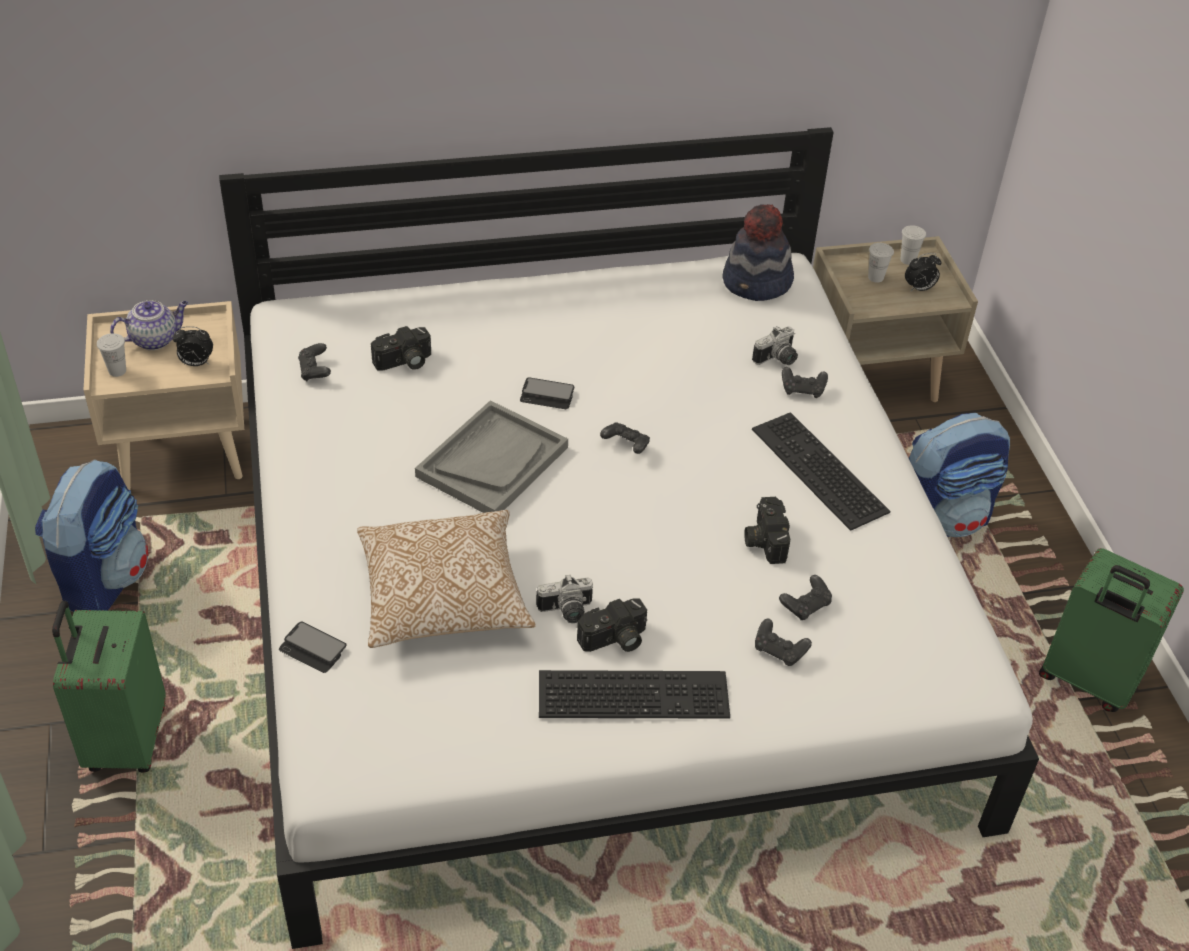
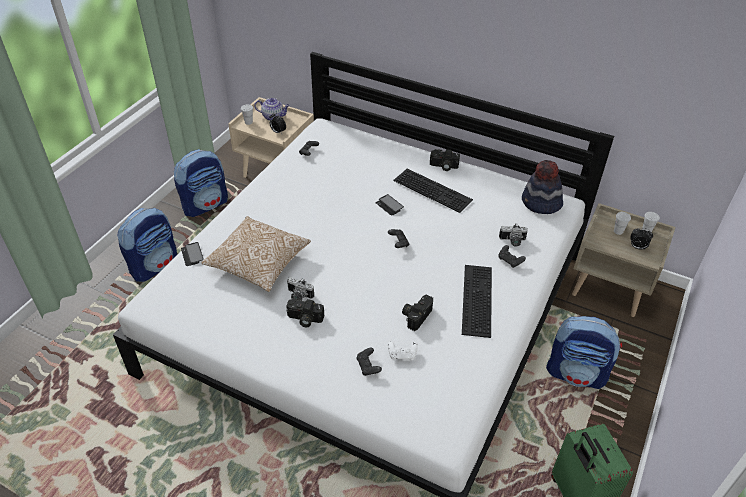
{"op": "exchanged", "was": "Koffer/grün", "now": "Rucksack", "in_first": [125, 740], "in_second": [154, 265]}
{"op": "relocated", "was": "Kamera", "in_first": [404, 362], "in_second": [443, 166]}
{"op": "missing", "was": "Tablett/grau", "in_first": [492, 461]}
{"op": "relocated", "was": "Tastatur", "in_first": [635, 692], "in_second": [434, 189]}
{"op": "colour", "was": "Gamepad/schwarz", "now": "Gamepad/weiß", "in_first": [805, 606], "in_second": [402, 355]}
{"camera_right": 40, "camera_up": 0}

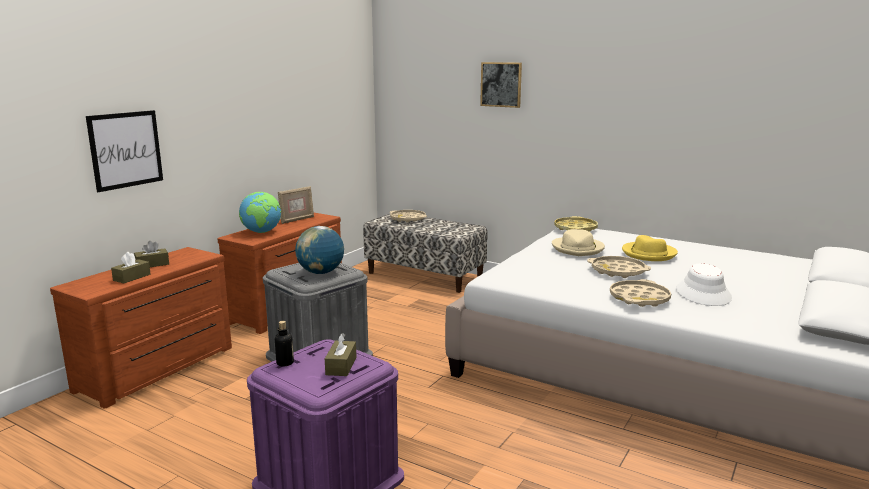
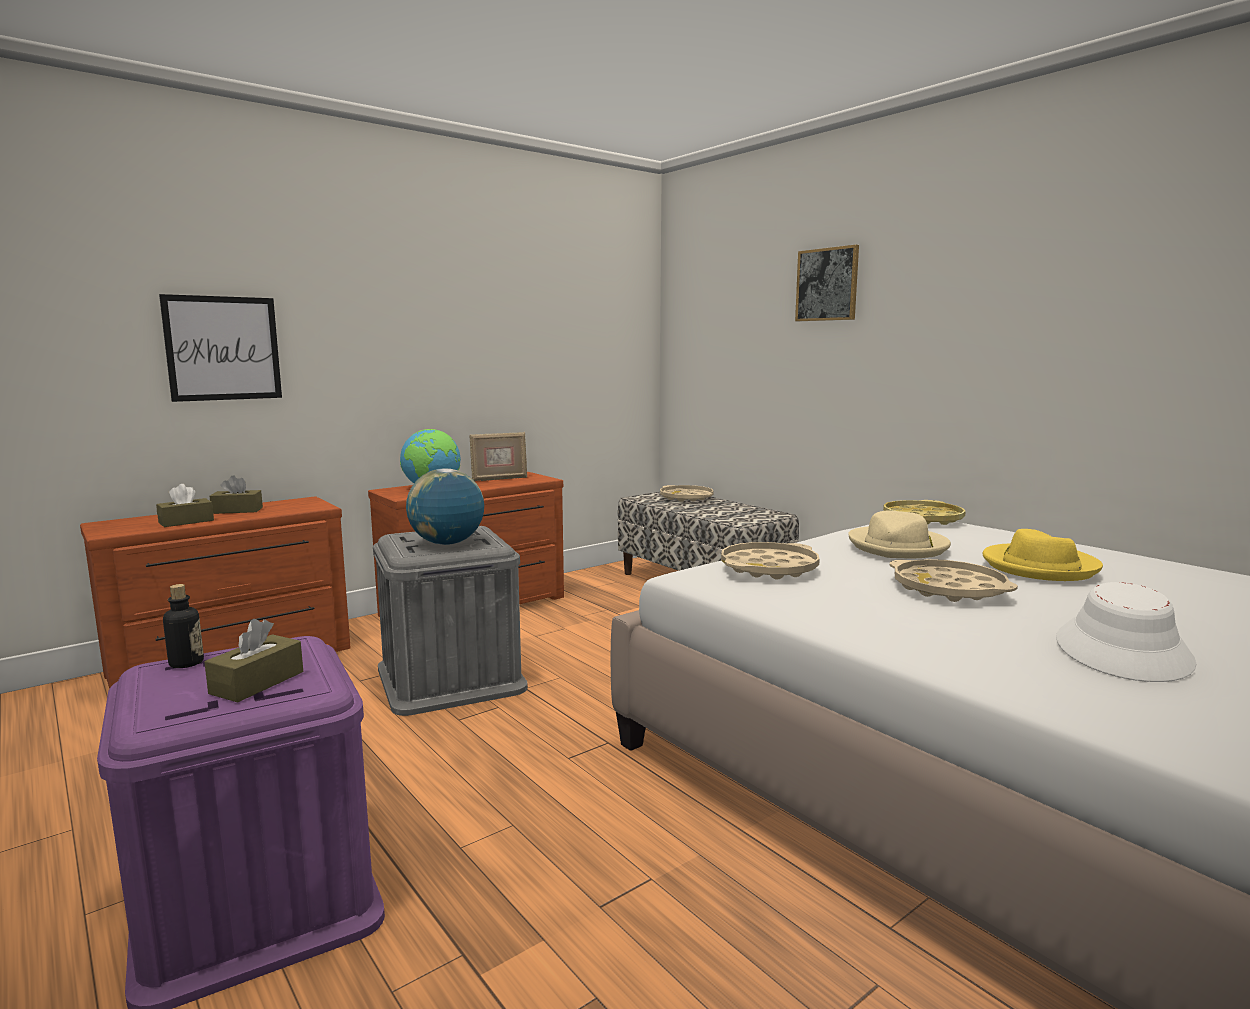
{"op": "relocated", "was": "Tablett/beige", "in_first": [639, 298], "in_second": [769, 568]}
{"camera_right": 20, "camera_up": -5}

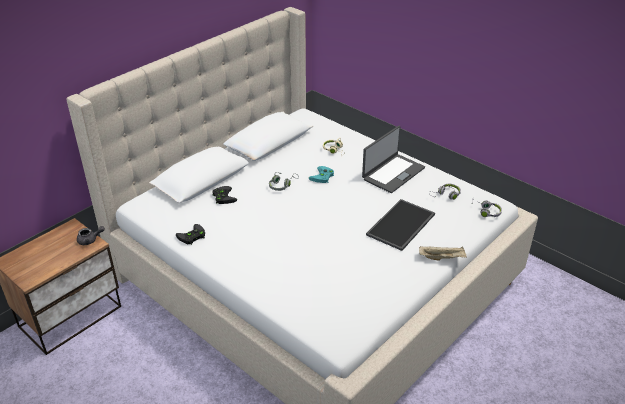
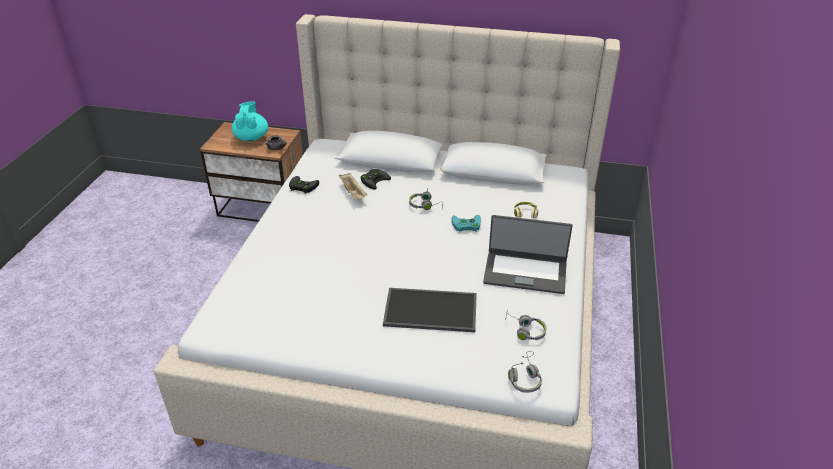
{"op": "relocated", "was": "Tablett/beige", "in_first": [442, 258], "in_second": [353, 193]}
{"op": "appeared", "now": "Teekanne/türkis", "in_second": [251, 137]}
{"camera_right": 60, "camera_up": 0}

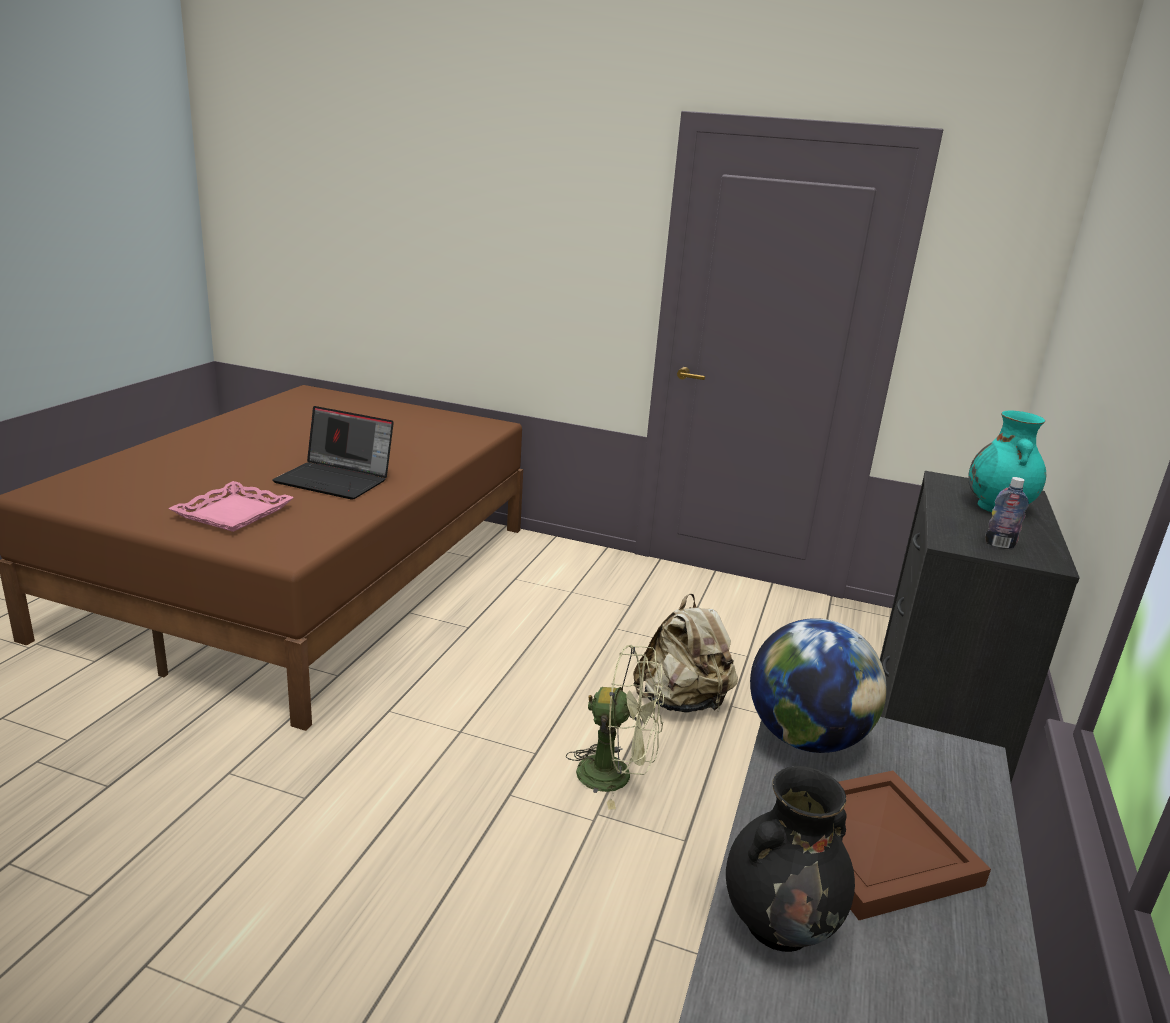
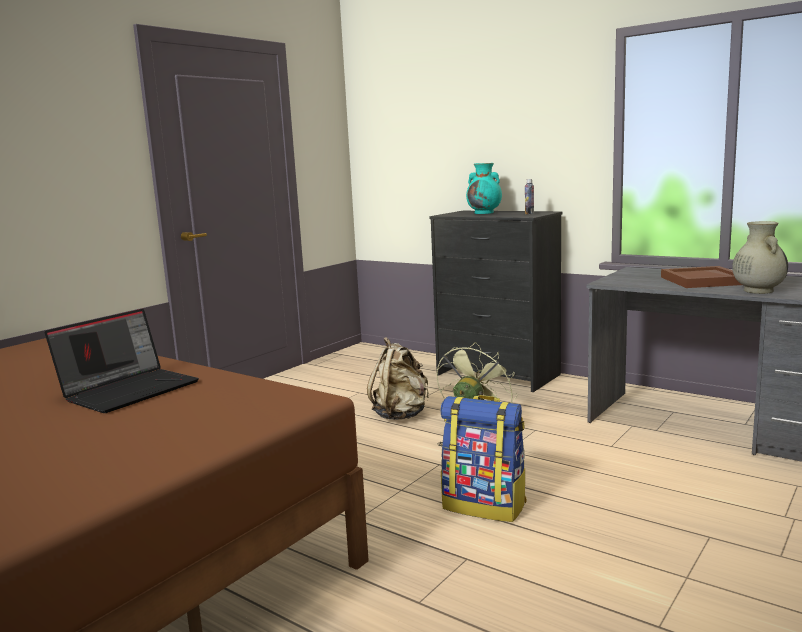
{"op": "missing", "was": "Tablett/rosa", "in_first": [233, 513]}
{"op": "colour", "was": "Vase/schwarz", "now": "Vase/beige", "in_first": [780, 922], "in_second": [757, 290]}
{"op": "missing", "was": "Globus", "in_first": [805, 738]}
{"op": "appeared", "now": "Rucksack", "in_second": [485, 505]}
{"camera_right": -70, "camera_up": -10}

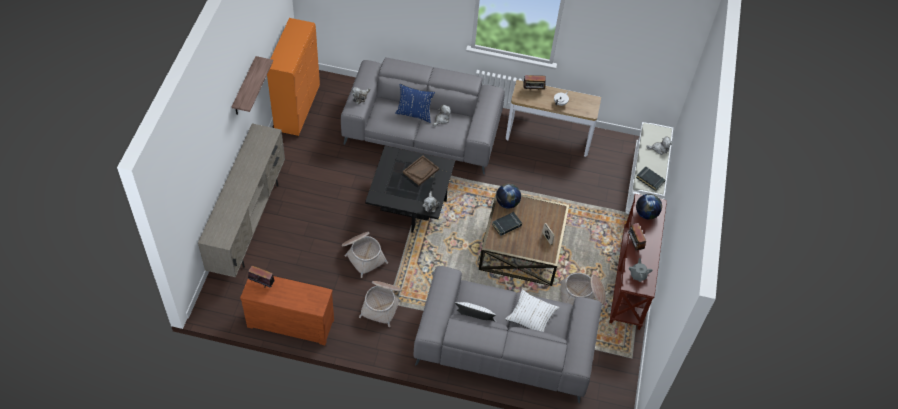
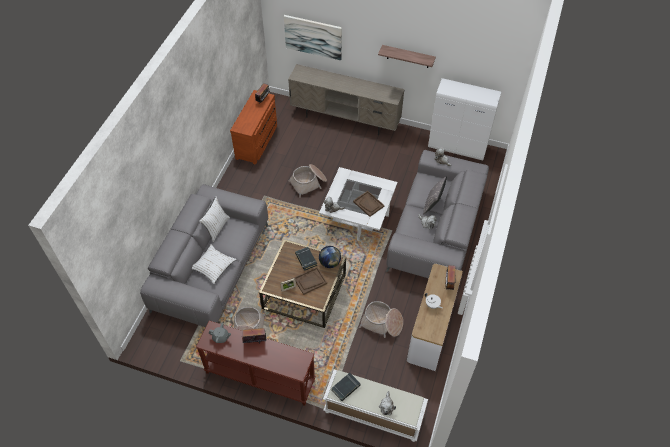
{"op": "colour", "was": "Schrank/orange", "now": "Schrank/weiß", "in_first": [297, 108], "in_second": [457, 147]}
{"op": "relocated", "was": "Korb", "in_first": [382, 304], "in_second": [382, 323]}
{"op": "colour", "was": "Couchtisch/schwarz", "now": "Couchtisch/weiß", "in_first": [410, 202], "in_second": [358, 215]}
{"op": "colour", "was": "Kissen/blau", "now": "Kissen/grau", "in_first": [414, 114], "in_second": [433, 204]}
{"op": "missing", "was": "Globus", "in_first": [646, 214]}
{"op": "appeared", "now": "Bild", "in_second": [313, 37]}
{"op": "appeared", "now": "Tablett/braun", "in_second": [310, 281]}
{"camera_right": 100, "camera_up": 0}

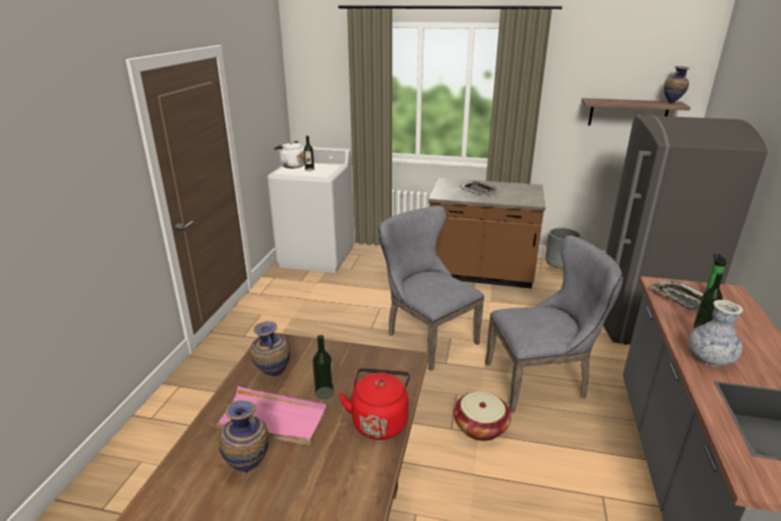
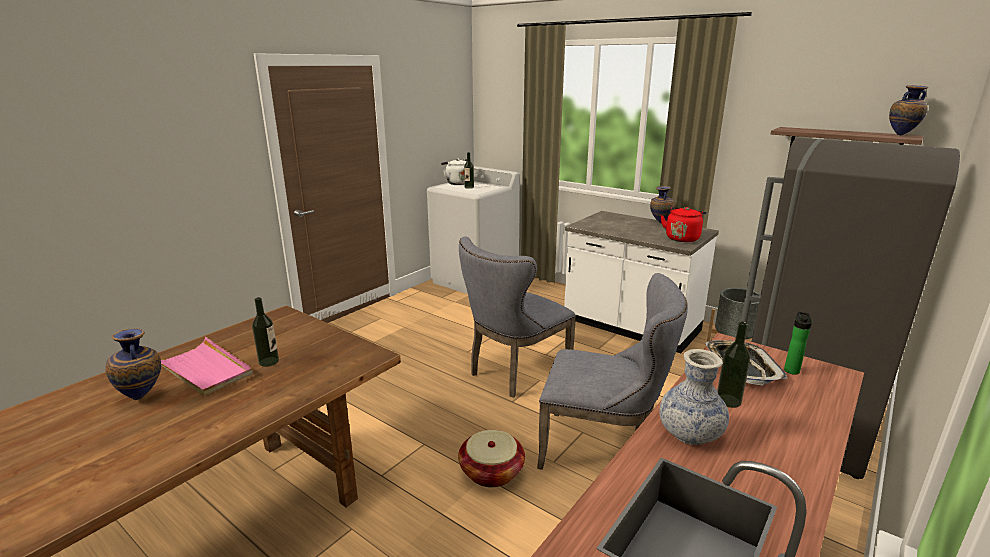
{"op": "relocated", "was": "Vase", "in_first": [273, 376], "in_second": [660, 223]}
{"op": "relocated", "was": "Wasserkessel/rot", "in_first": [379, 421], "in_second": [682, 238]}
{"op": "spun", "was": "Stuhl/grau", "in_first": [426, 337], "in_second": [514, 373], "clockwise": -120}
{"op": "colour", "was": "Küchenzeile/braun", "now": "Küchenzeile/weiß", "in_first": [480, 274], "in_second": [630, 327]}
{"op": "missing", "was": "Tablett", "in_first": [479, 191]}
{"camera_right": 25, "camera_up": -5}

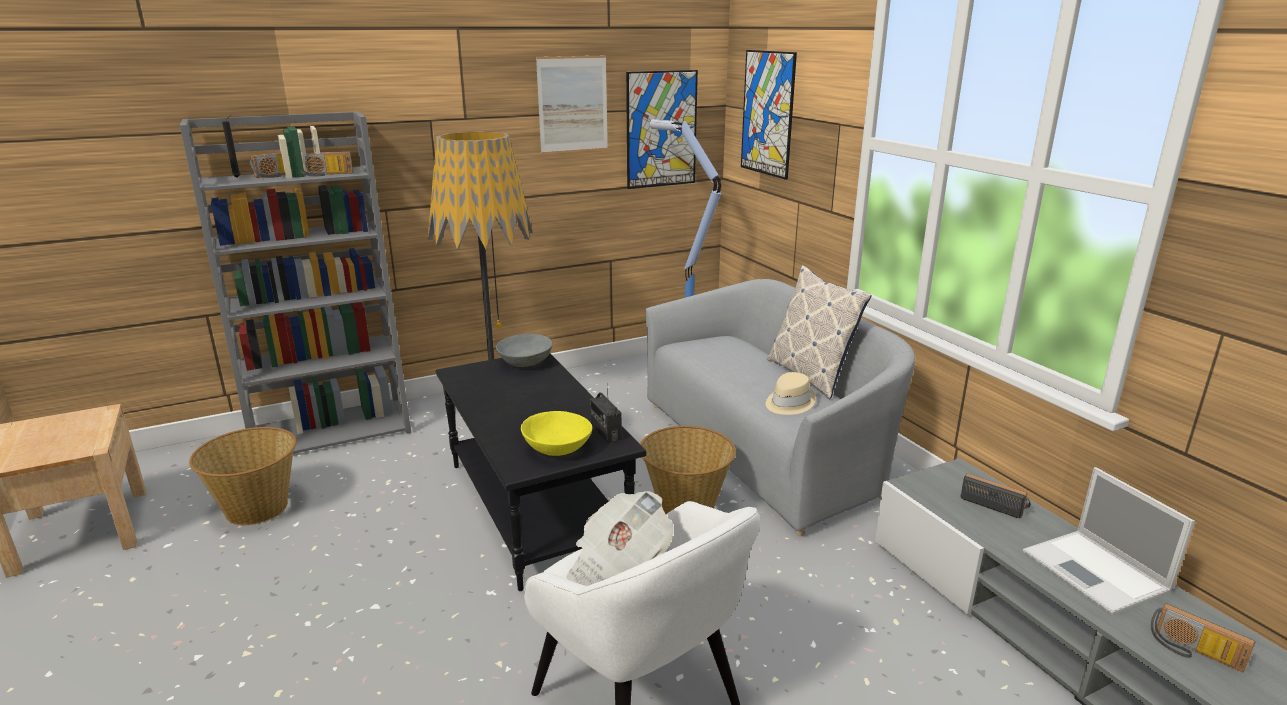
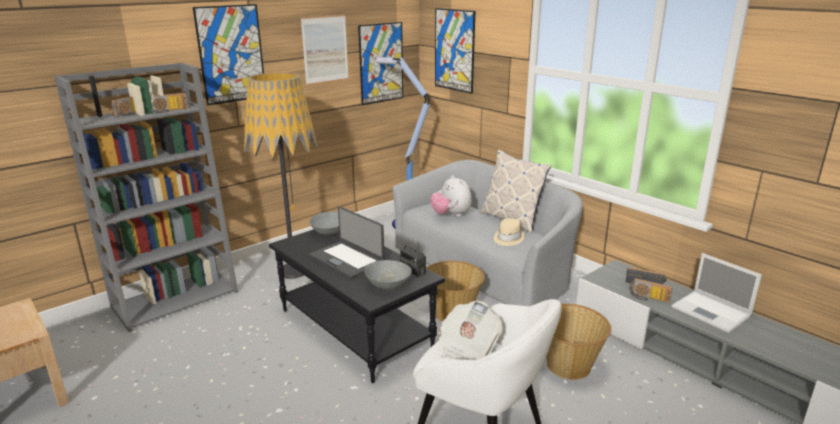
{"op": "relocated", "was": "Korb", "in_first": [257, 508], "in_second": [568, 365]}
{"op": "colour", "was": "Schüssel/gelb", "now": "Schüssel/grau", "in_first": [556, 449], "in_second": [388, 285]}
{"op": "relocated", "was": "Radio", "in_first": [1193, 652], "in_second": [648, 298]}
{"op": "appeared", "now": "Bild", "in_second": [231, 54]}
{"op": "appeared", "now": "Laptop", "in_second": [347, 259]}
{"op": "appeared", "now": "Plüschtier", "in_second": [451, 215]}
{"camera_right": -15, "camera_up": 0}

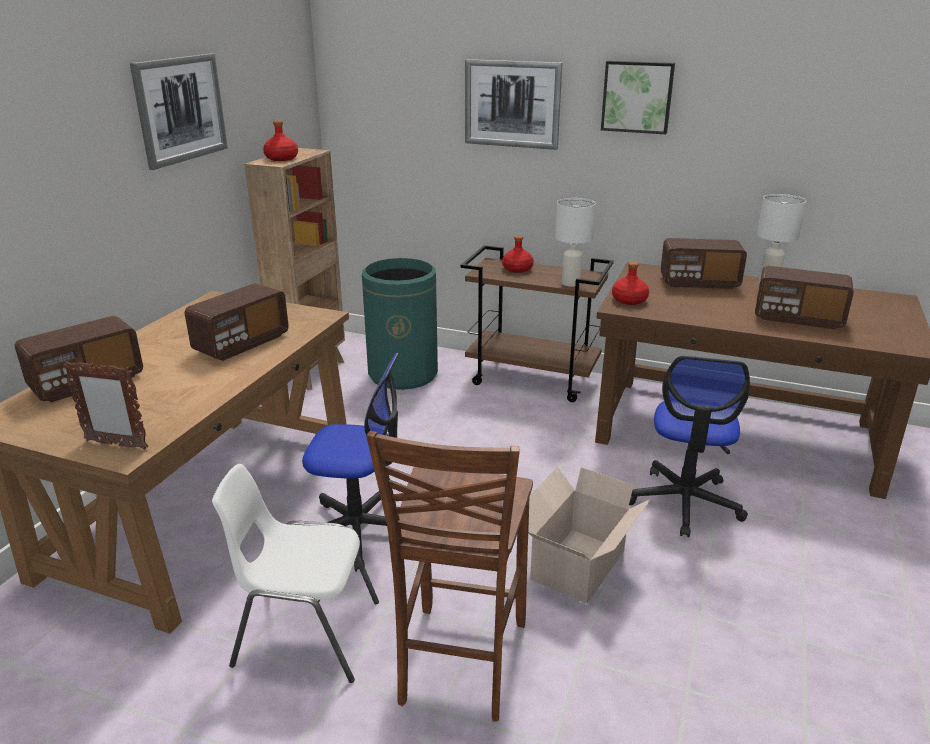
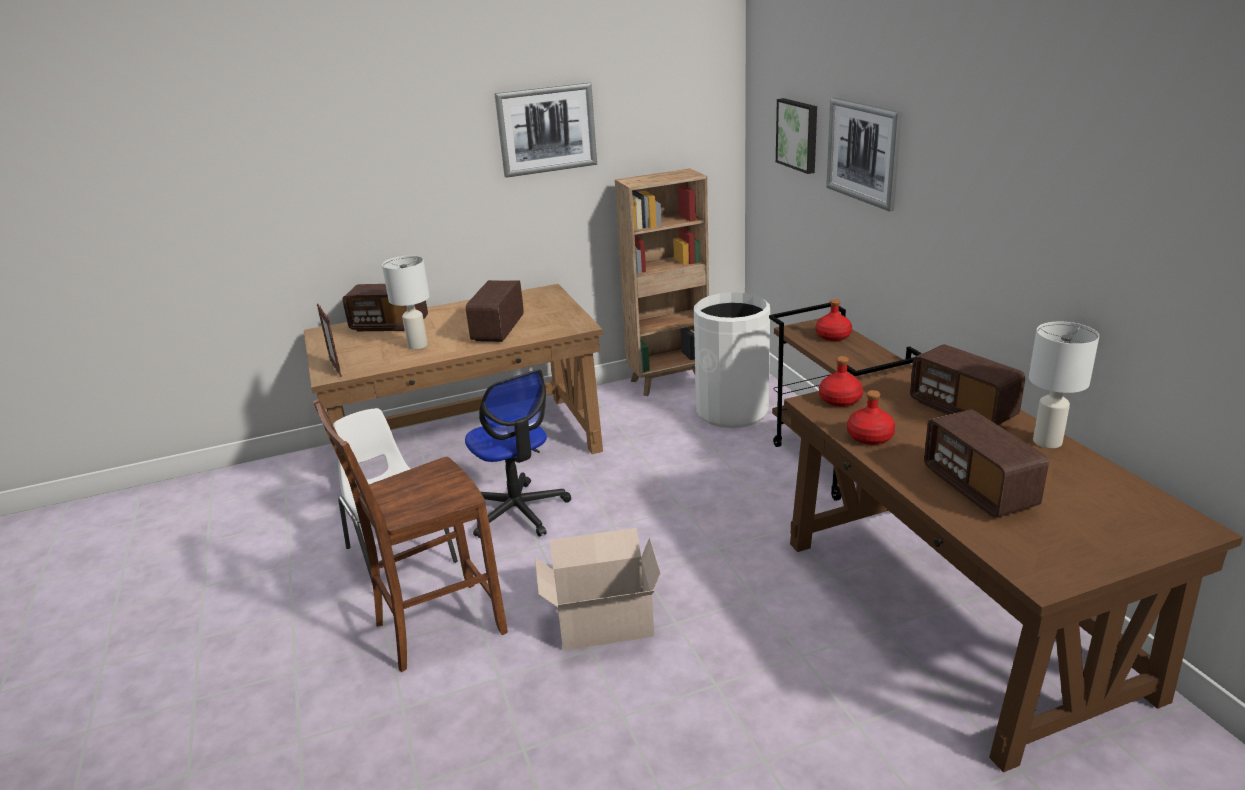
{"op": "spun", "was": "Radio", "in_first": [241, 343], "in_second": [498, 329], "clockwise": 105}
{"op": "relocated", "was": "Flasche/rot", "in_first": [281, 158], "in_second": [869, 437]}
{"op": "colour", "was": "Mülleimer/grün", "now": "Mülleimer/weiß", "in_first": [403, 374], "in_second": [732, 411]}
{"op": "relocated", "was": "Tischlampe/weiß", "in_first": [570, 283], "in_second": [417, 345]}
{"op": "relocated", "was": "Bild", "in_first": [637, 97], "in_second": [799, 135]}
{"op": "missing", "was": "Bürostuhl", "in_first": [684, 502]}
{"camera_right": 50, "camera_up": 0}

